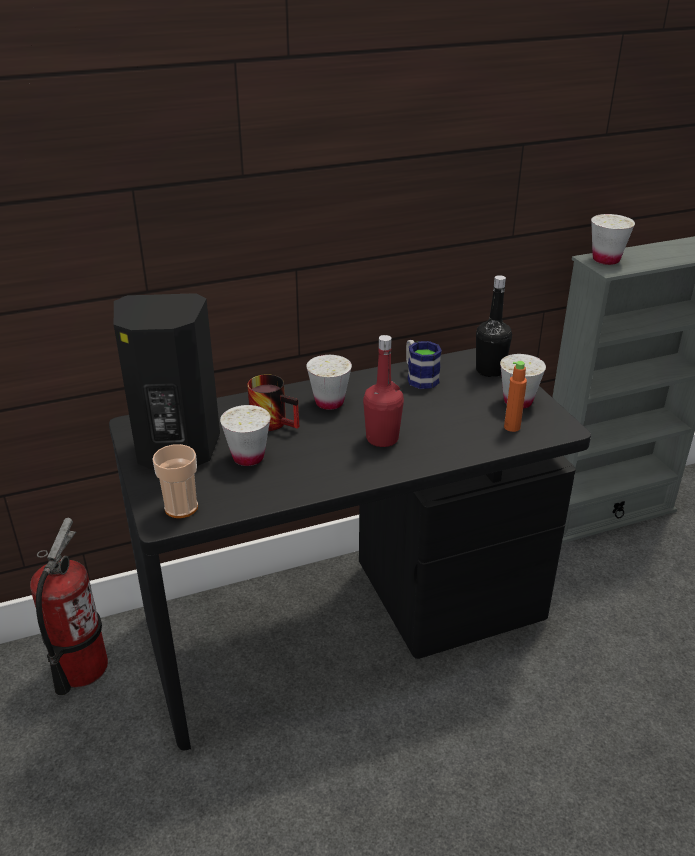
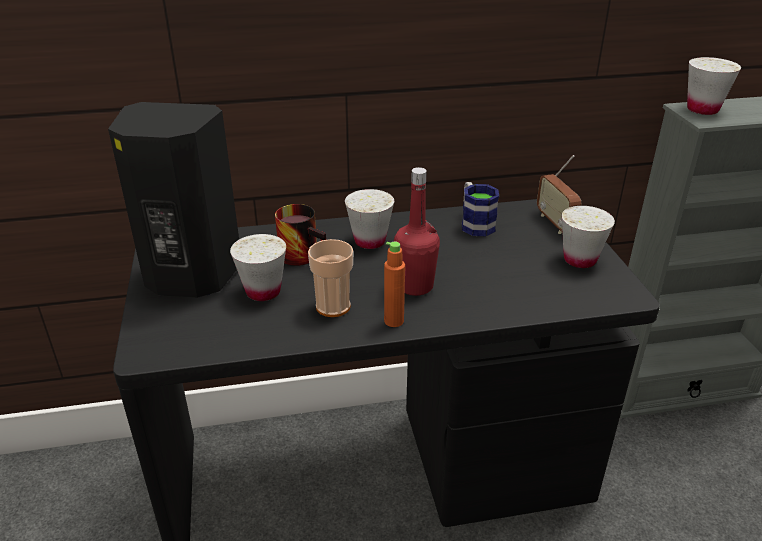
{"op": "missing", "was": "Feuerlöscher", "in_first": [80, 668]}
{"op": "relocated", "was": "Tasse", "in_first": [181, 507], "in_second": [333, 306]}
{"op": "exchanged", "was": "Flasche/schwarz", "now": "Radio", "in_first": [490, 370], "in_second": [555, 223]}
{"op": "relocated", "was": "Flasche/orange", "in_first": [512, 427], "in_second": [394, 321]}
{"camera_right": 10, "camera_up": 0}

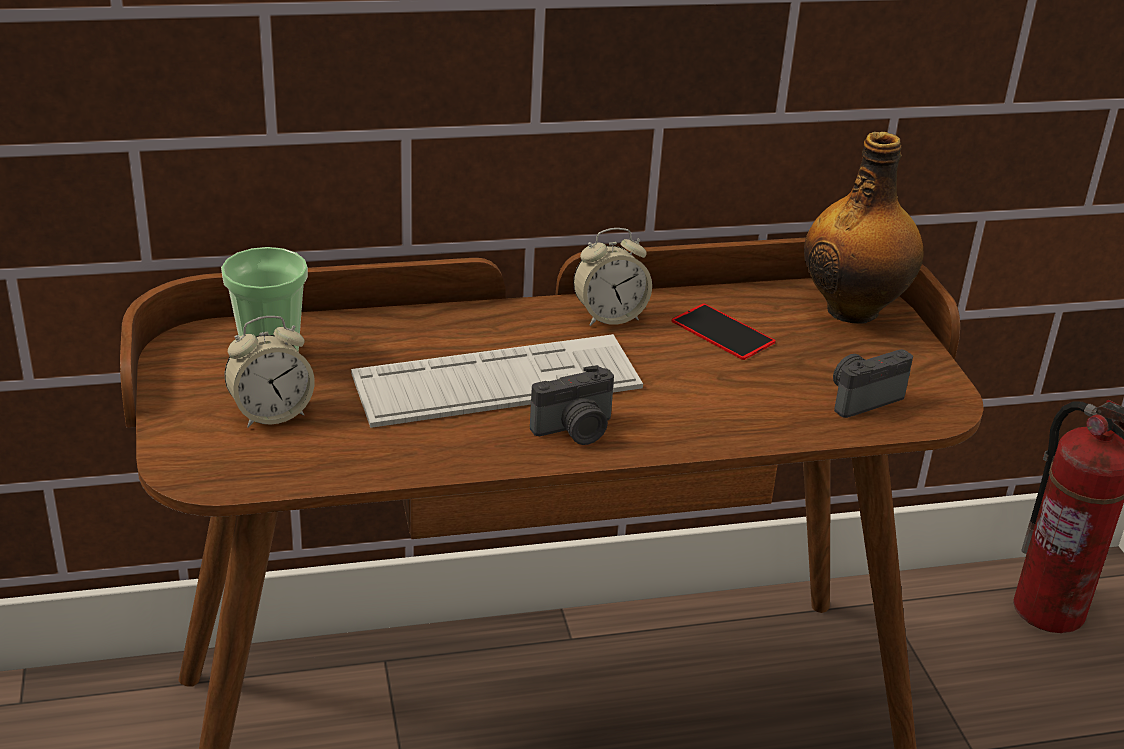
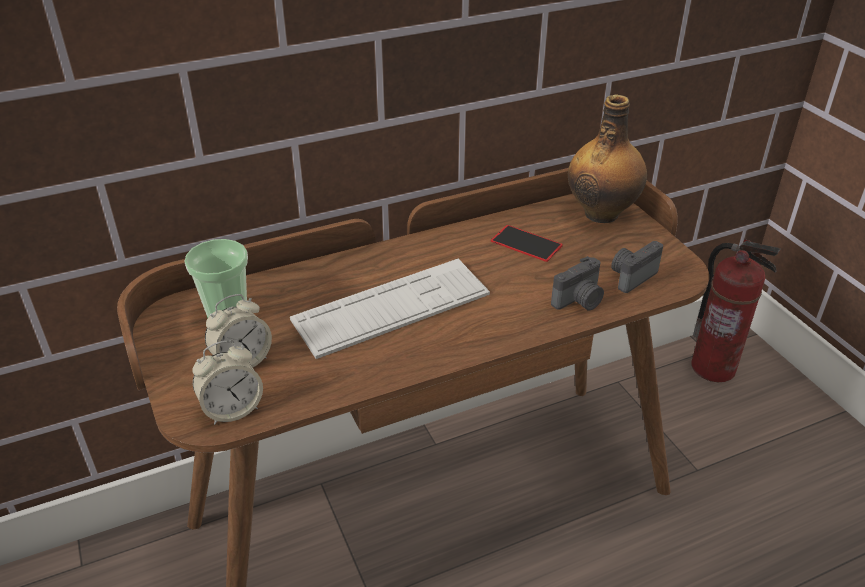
{"op": "relocated", "was": "Kamera", "in_first": [576, 430], "in_second": [579, 301]}
{"op": "relocated", "was": "Wecker", "in_first": [609, 317], "in_second": [232, 409]}
{"camera_right": -10, "camera_up": 5}

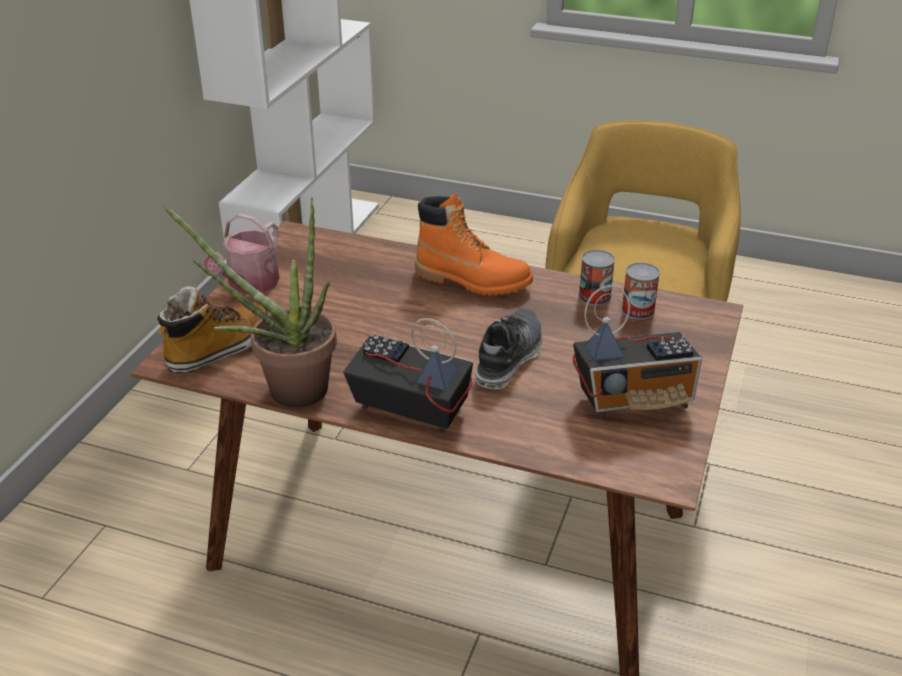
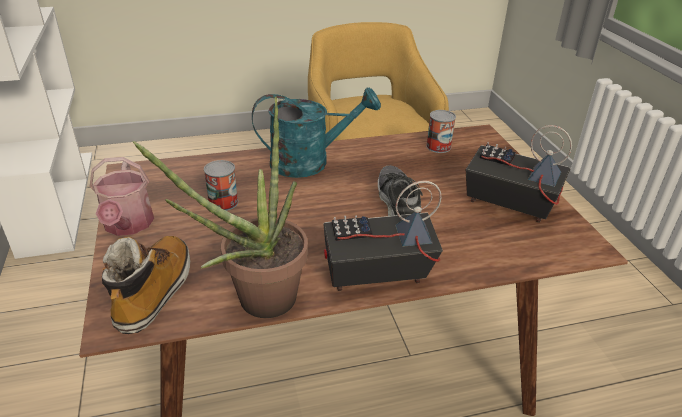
{"op": "exchanged", "was": "Stiefel/orange", "now": "Gießkanne/türkis", "in_first": [472, 280], "in_second": [310, 162]}
{"op": "spun", "was": "Radio", "in_first": [634, 400], "in_second": [508, 205], "clockwise": -105}
{"op": "relocated", "was": "Dose", "in_first": [594, 296], "in_second": [223, 202]}
{"camera_right": -35, "camera_up": 0}

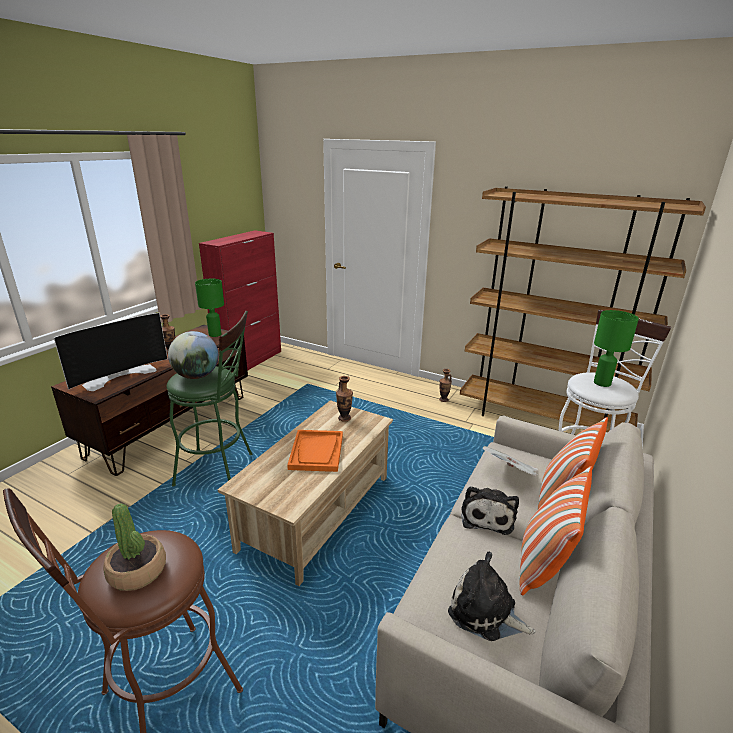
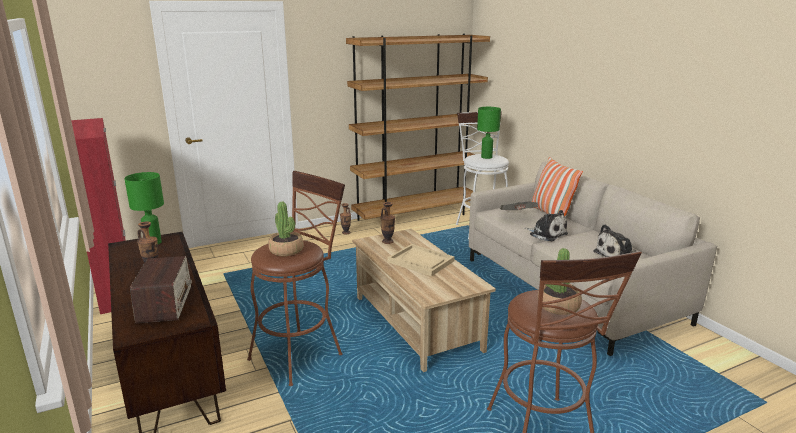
{"op": "exchanged", "was": "Fernseher", "now": "Radio", "in_first": [120, 375], "in_second": [165, 304]}
{"op": "colour", "was": "Hocker/grün", "now": "Hocker/braun", "in_first": [221, 470], "in_second": [301, 353]}
{"op": "exchanged", "was": "Globus", "now": "Topfpflanze", "in_first": [197, 376], "in_second": [286, 250]}
{"op": "colour", "was": "Tablett/orange", "now": "Tablett/beige", "in_first": [316, 452], "in_second": [421, 261]}
{"op": "missing", "was": "Kissen", "in_first": [544, 563]}
{"camera_right": -55, "camera_up": -5}

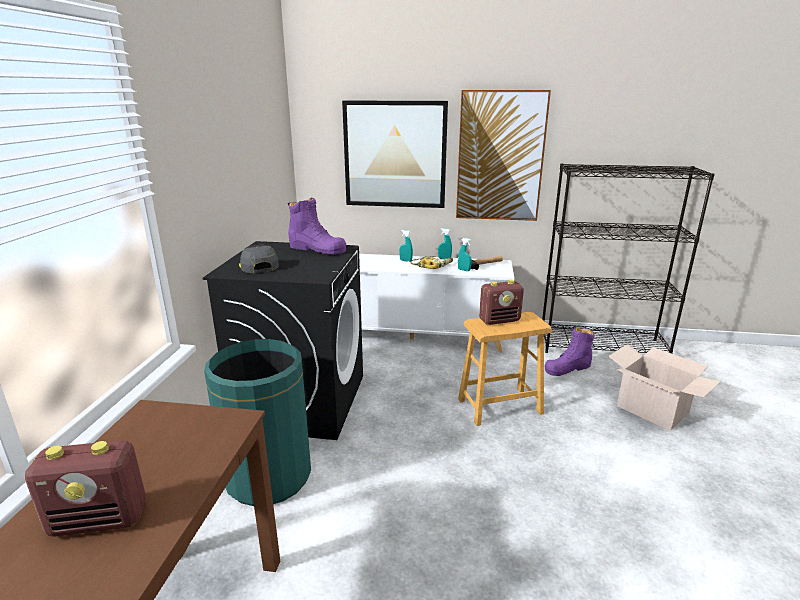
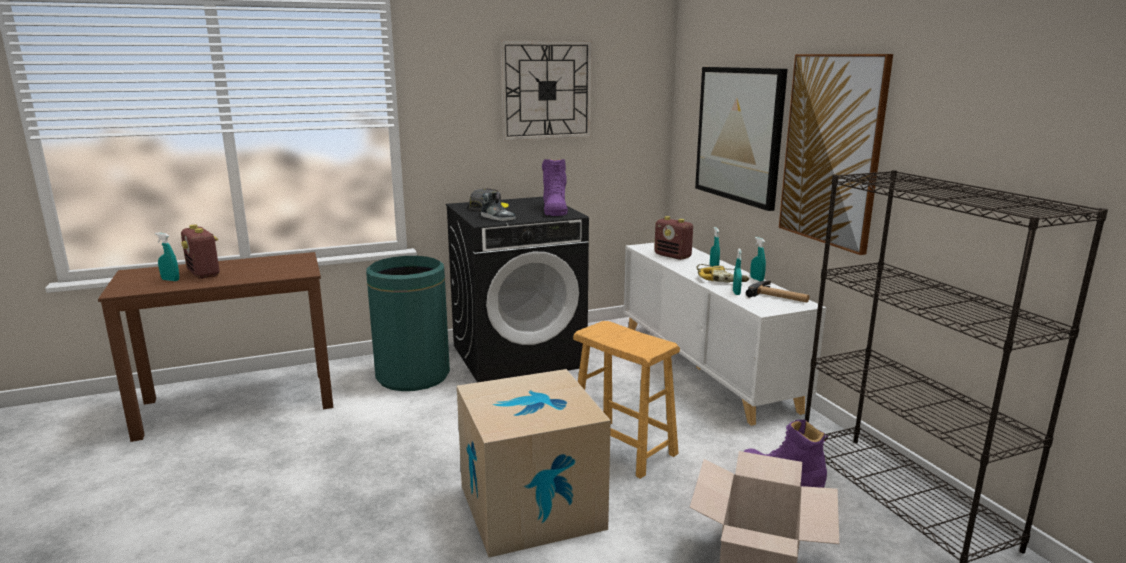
{"op": "relocated", "was": "Radio", "in_first": [499, 320], "in_second": [673, 256]}
{"op": "appeared", "now": "Sprühflasche/türkis", "in_second": [170, 280]}
{"op": "appeared", "now": "Karton", "in_second": [531, 507]}
{"op": "appeared", "now": "Schuh", "in_second": [497, 218]}
{"op": "appeared", "now": "Wanduhr", "in_second": [546, 90]}
{"camera_right": 60, "camera_up": -5}

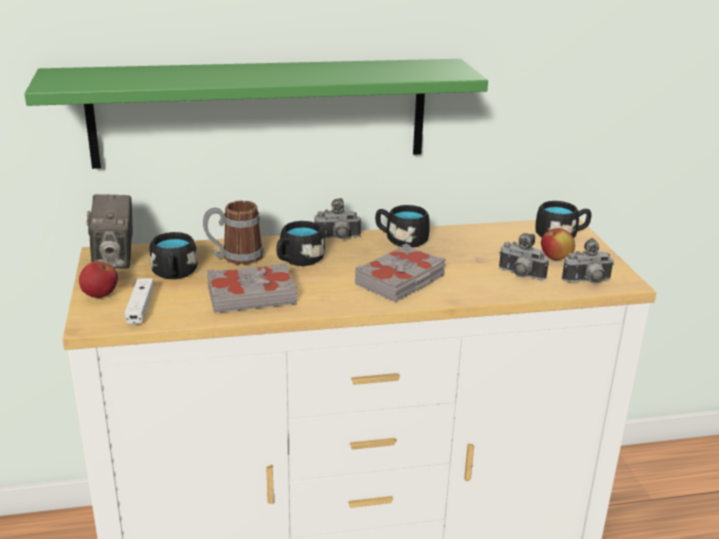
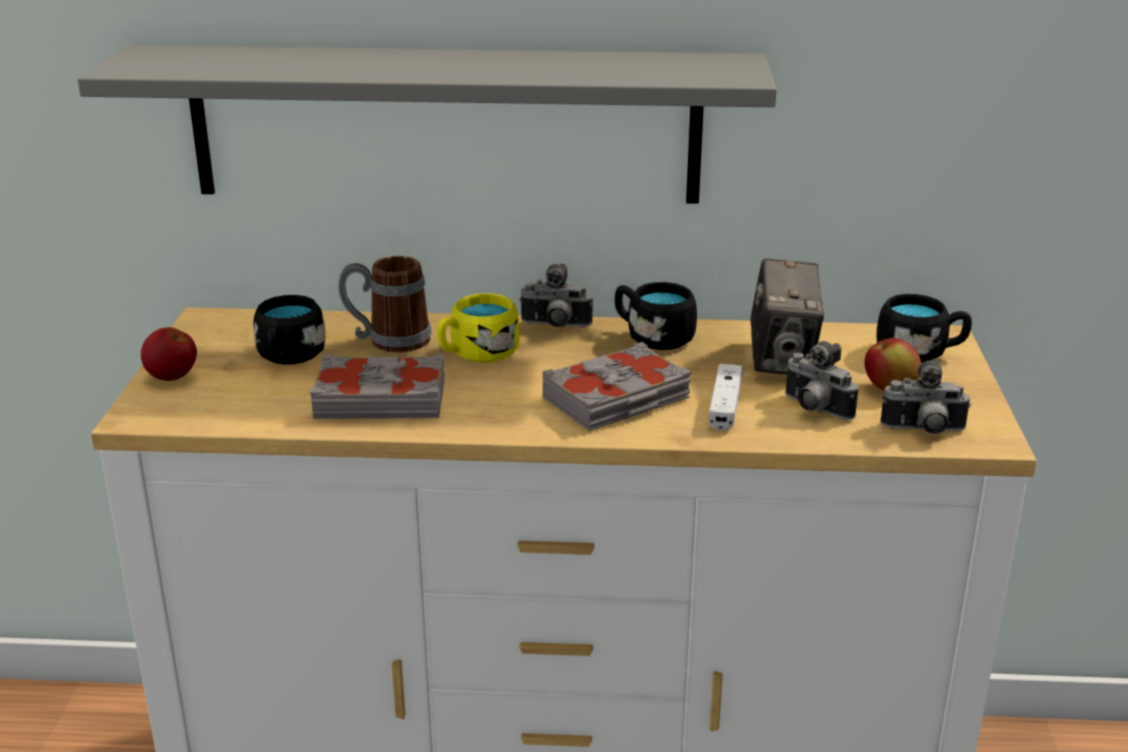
{"op": "colour", "was": "Wandregal/grün", "now": "Wandregal/grau", "in_first": [260, 112], "in_second": [445, 124]}
{"op": "relocated", "was": "Kamera", "in_first": [115, 259], "in_second": [782, 360]}
{"op": "relocated", "was": "Gamepad/weiß", "in_first": [140, 307], "in_second": [725, 406]}
{"op": "colour", "was": "Henkelbecher/schwarz", "now": "Henkelbecher/gelb", "in_first": [298, 260], "in_second": [477, 354]}
{"camera_right": 15, "camera_up": 0}

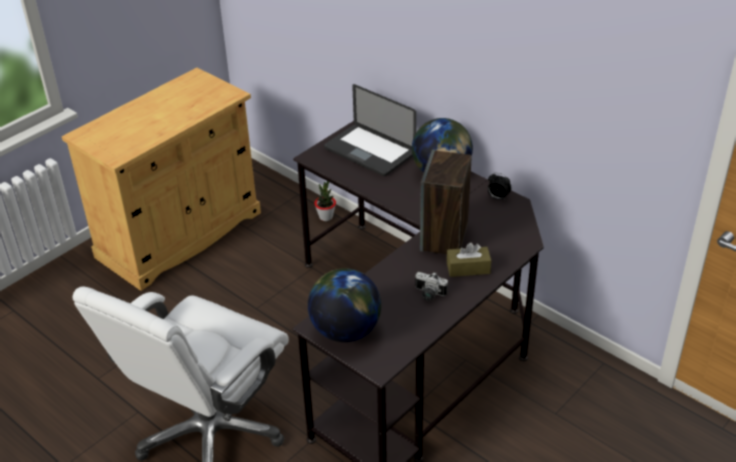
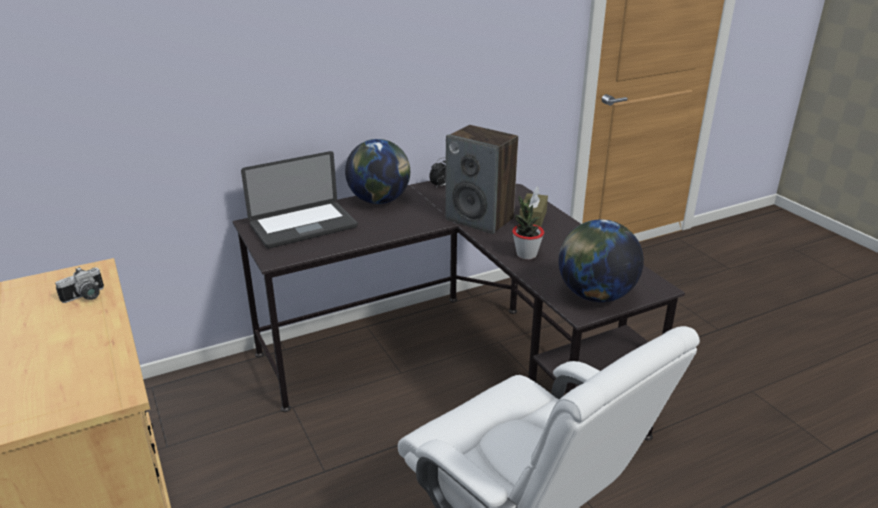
{"op": "relocated", "was": "Topfpflanze", "in_first": [326, 217], "in_second": [526, 255]}
{"op": "relocated", "was": "Kamera", "in_first": [428, 294], "in_second": [86, 297]}
{"camera_right": -70, "camera_up": -10}

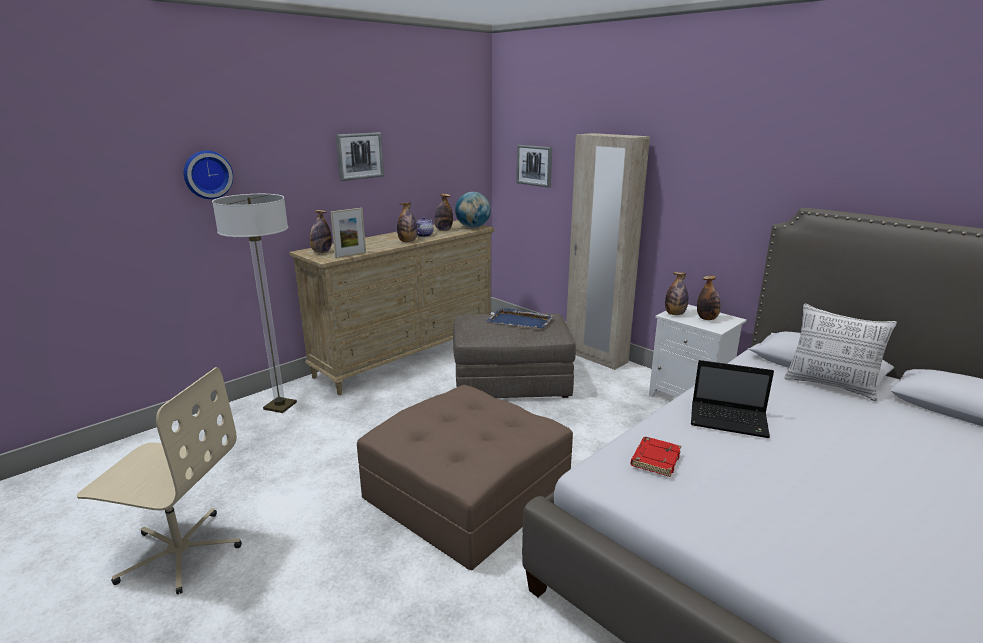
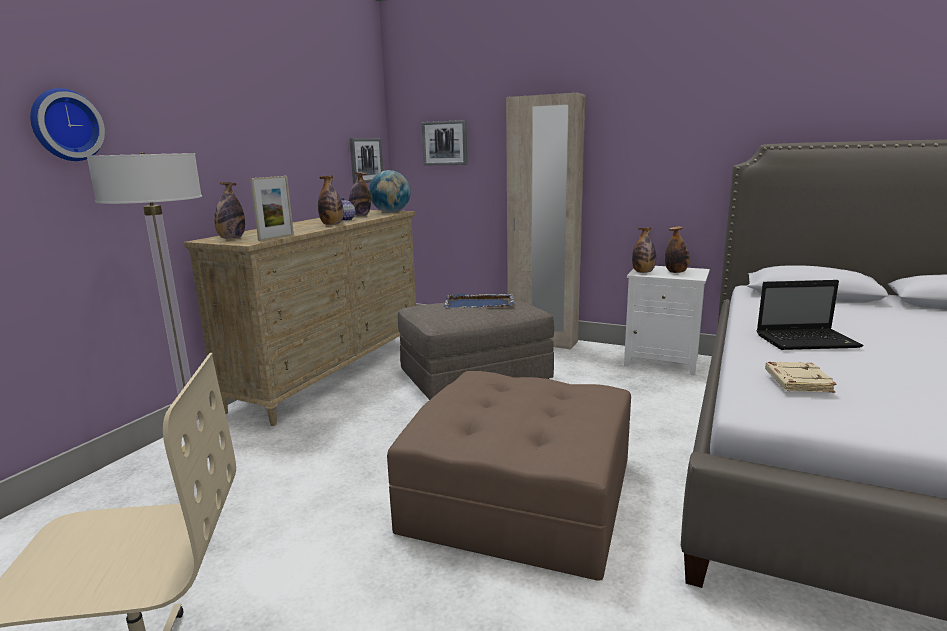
{"op": "relocated", "was": "Bild", "in_first": [359, 156], "in_second": [366, 160]}
{"op": "colour", "was": "Buch/rot", "now": "Buch/beige", "in_first": [655, 459], "in_second": [796, 381]}
{"op": "missing", "was": "Kissen", "in_first": [830, 385]}
{"camera_right": -20, "camera_up": -5}

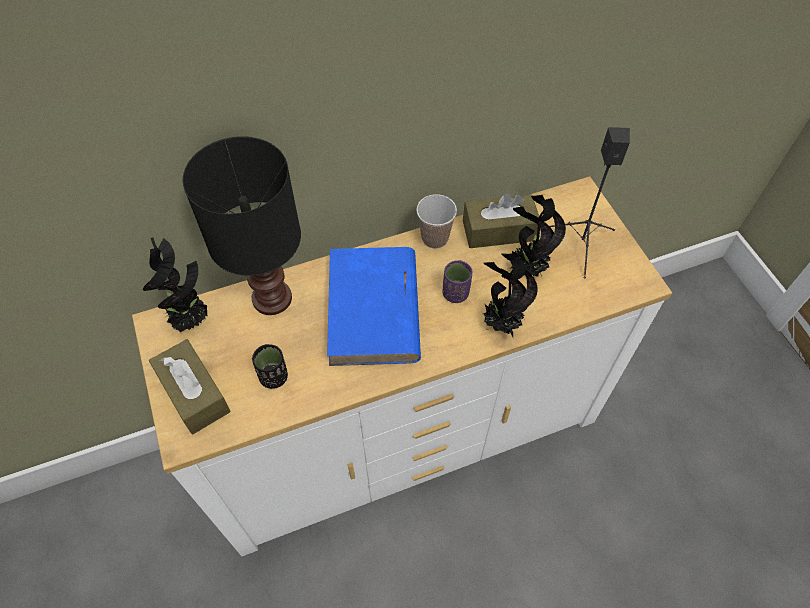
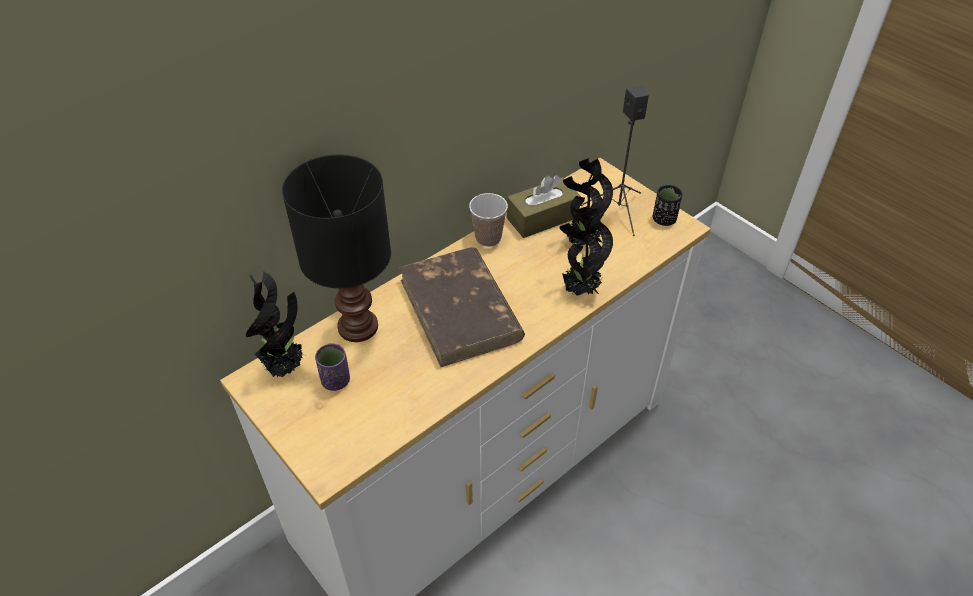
{"op": "missing", "was": "Taschentuchbox/braun", "in_first": [194, 393]}
{"op": "relocated", "was": "Tasse/schwarz", "in_first": [274, 377], "in_second": [664, 219]}
{"op": "colour", "was": "Buch/blau", "now": "Buch/braun", "in_first": [374, 310], "in_second": [460, 310]}
{"op": "relocated", "was": "Tasse/lila", "in_first": [455, 293], "in_second": [336, 381]}
{"camera_right": -20, "camera_up": -10}

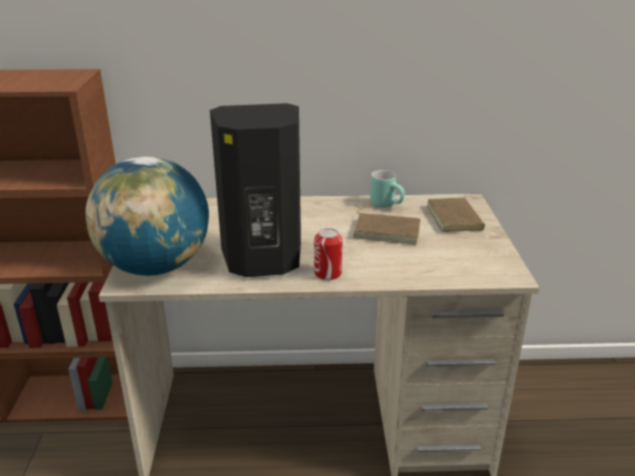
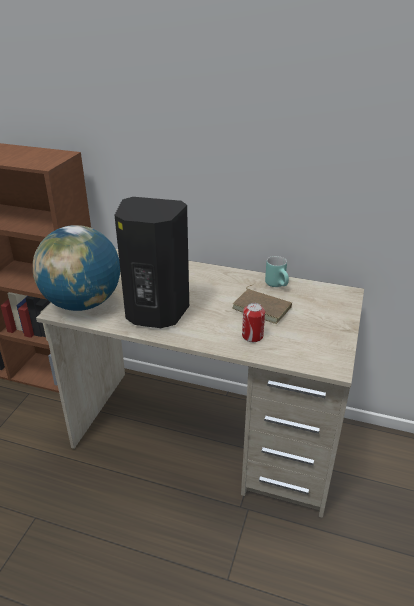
{"op": "relocated", "was": "Dose", "in_first": [327, 273], "in_second": [252, 336]}
{"op": "missing", "was": "Buch/braun", "in_first": [456, 218]}
{"camera_right": 20, "camera_up": 5}

